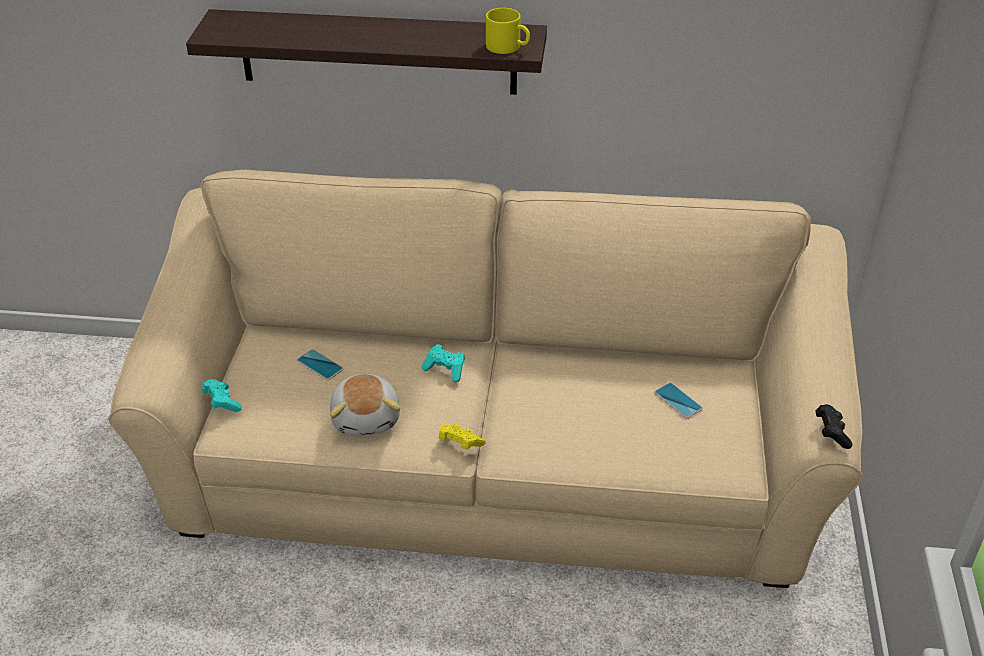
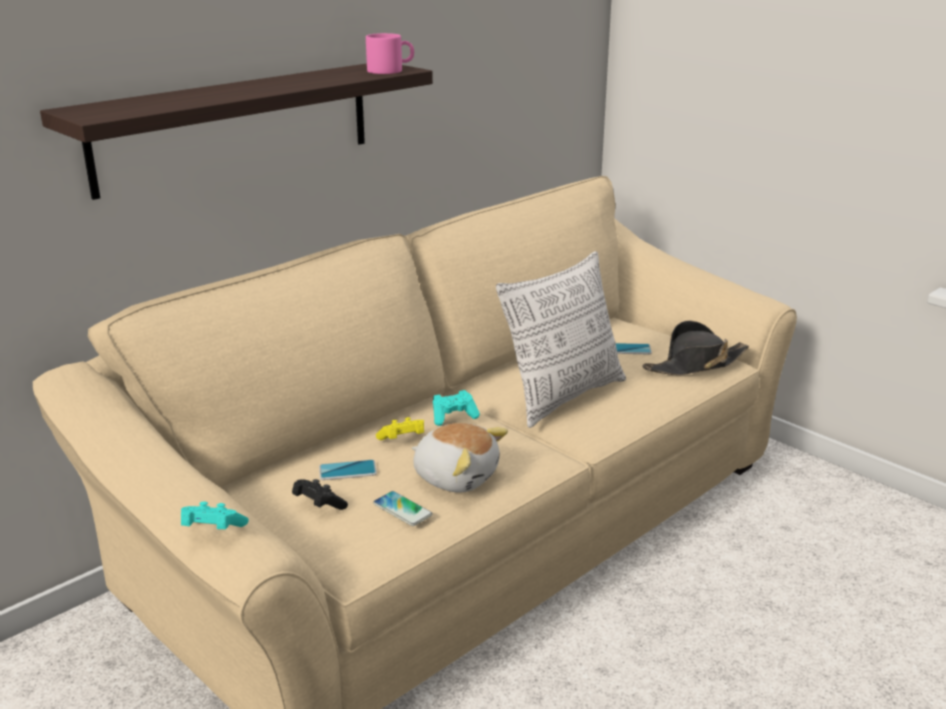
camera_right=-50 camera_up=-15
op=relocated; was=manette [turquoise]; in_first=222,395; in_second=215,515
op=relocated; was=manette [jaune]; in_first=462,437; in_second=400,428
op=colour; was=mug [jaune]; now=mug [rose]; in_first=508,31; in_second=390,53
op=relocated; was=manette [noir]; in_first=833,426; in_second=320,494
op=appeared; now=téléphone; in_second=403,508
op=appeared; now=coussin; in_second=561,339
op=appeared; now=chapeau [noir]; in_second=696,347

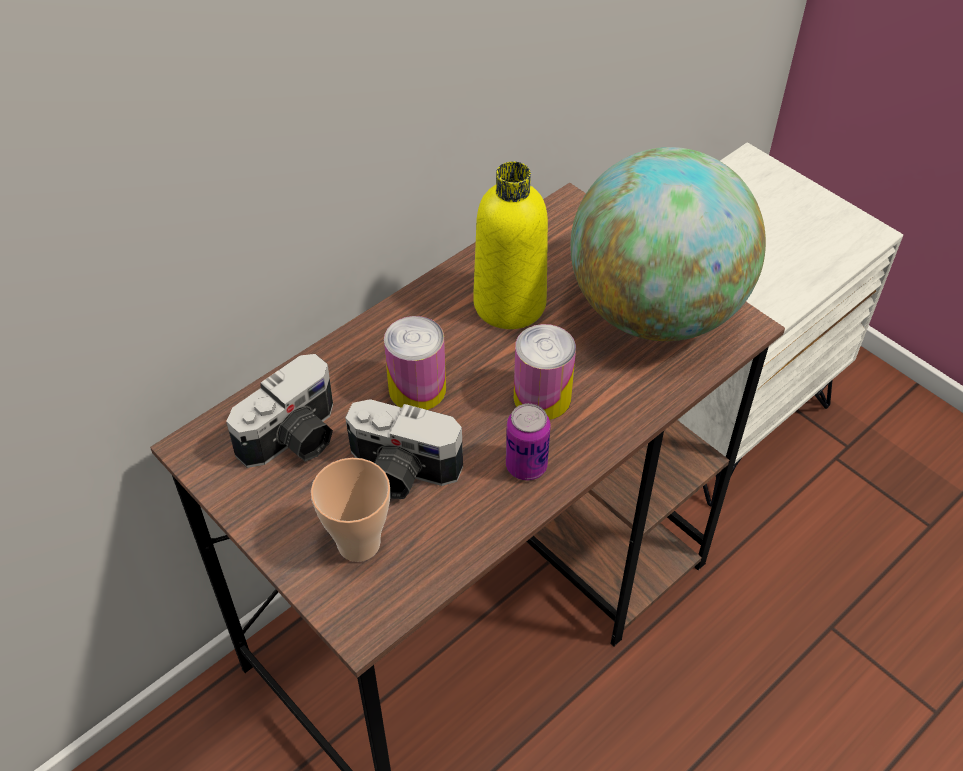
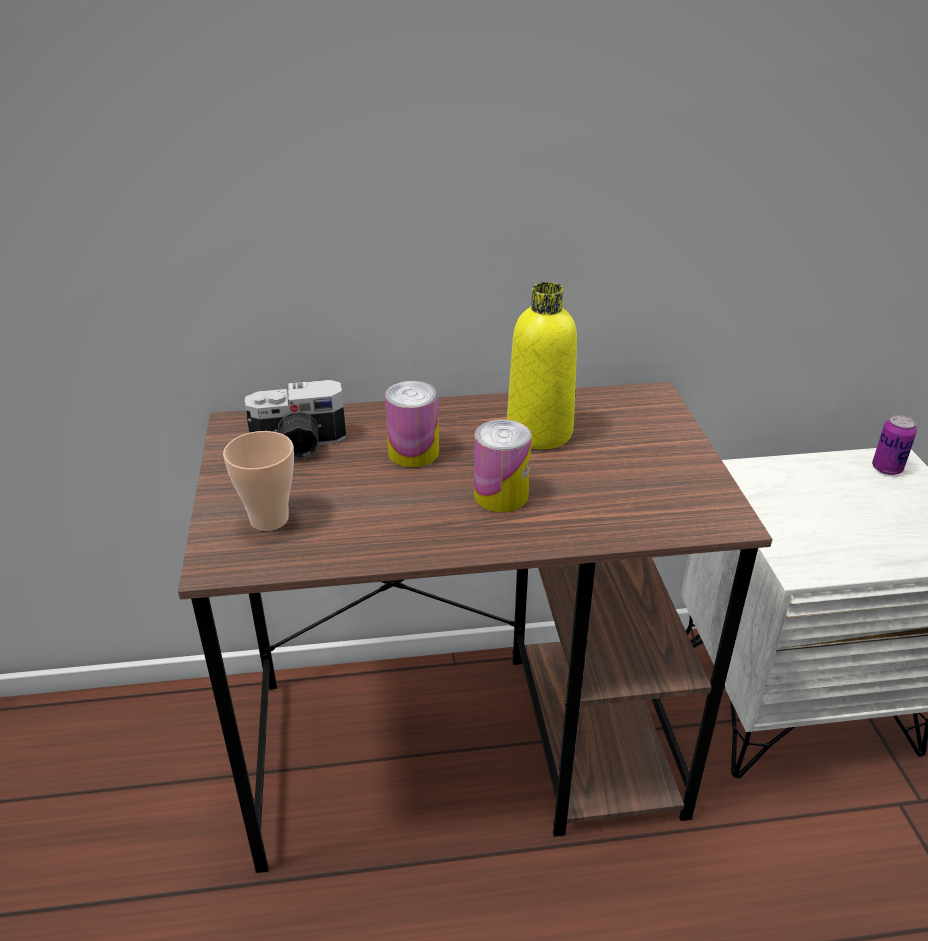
camera_right=35 camera_up=-15
op=missing; was=appareil photo; in_first=404,449
op=relocated; was=boîte métallique; in_first=528,442; in_second=894,444
op=missing; was=globe; in_first=668,244

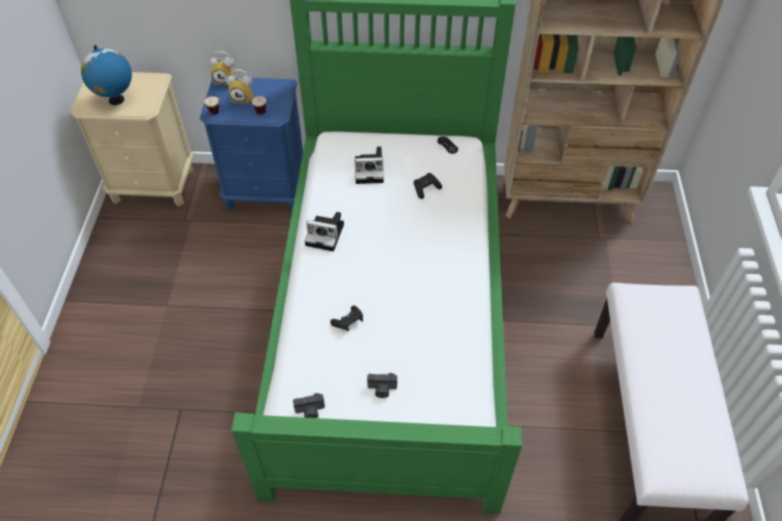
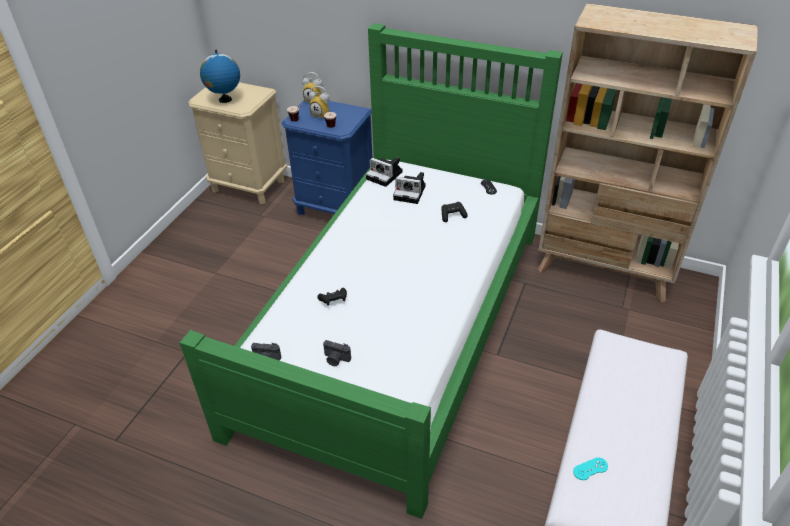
camera_right=20 camera_up=-10
op=relocated; was=appareil photo; in_first=324,231; in_second=384,172
op=appeared; now=manette [turquoise]; in_second=590,469

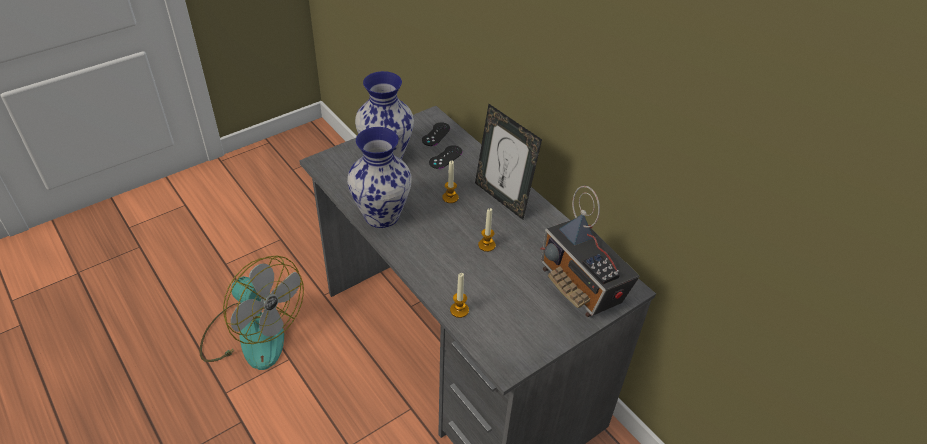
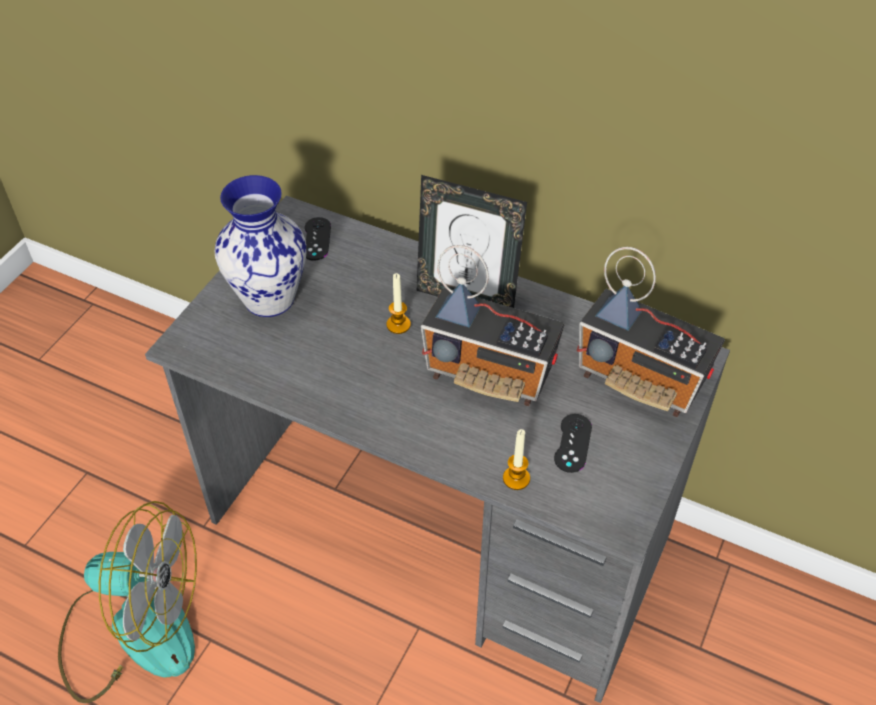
camera_right=-25 camera_up=5
op=missing; was=vase; in_first=379,177
op=relocated; was=manette [noir]; in_first=445,157; in_second=573,443
op=exchanged; was=bougie; now=radio; in_first=487,230; in_second=493,325

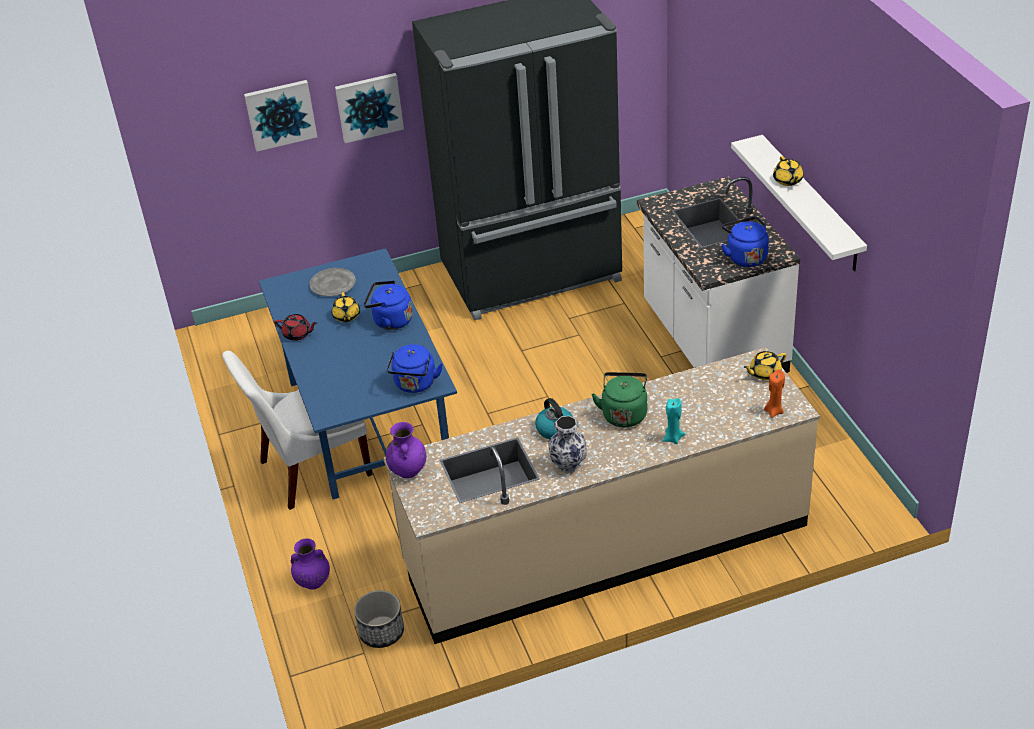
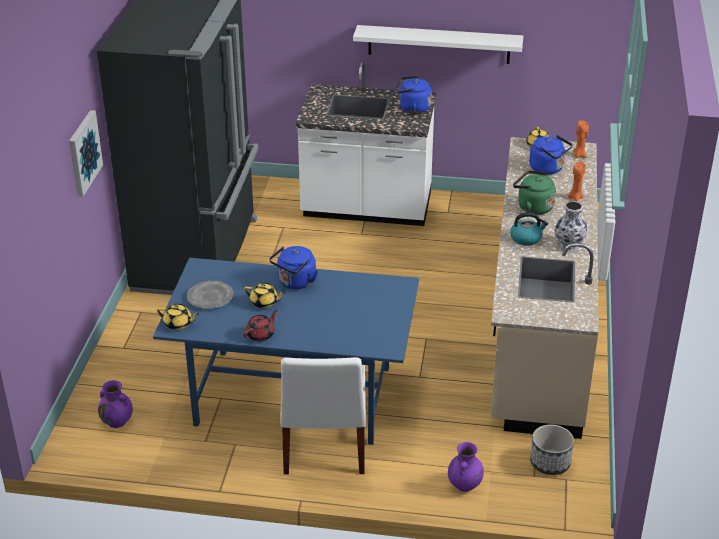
camera_right=-65 camera_up=-5
op=missing; was=tableau; in_first=280,115
op=relocated; was=vase [violet]; in_first=406,450; in_second=115,404
op=relocated; was=bouilloire [bleu]; in_first=415,368; in_second=551,155
op=colour; was=bougie [turquoise]; now=bougie [orange]; in_first=673,421; in_second=577,181
op=relocated; was=théière [jaune]; in_first=788,171; in_second=178,317

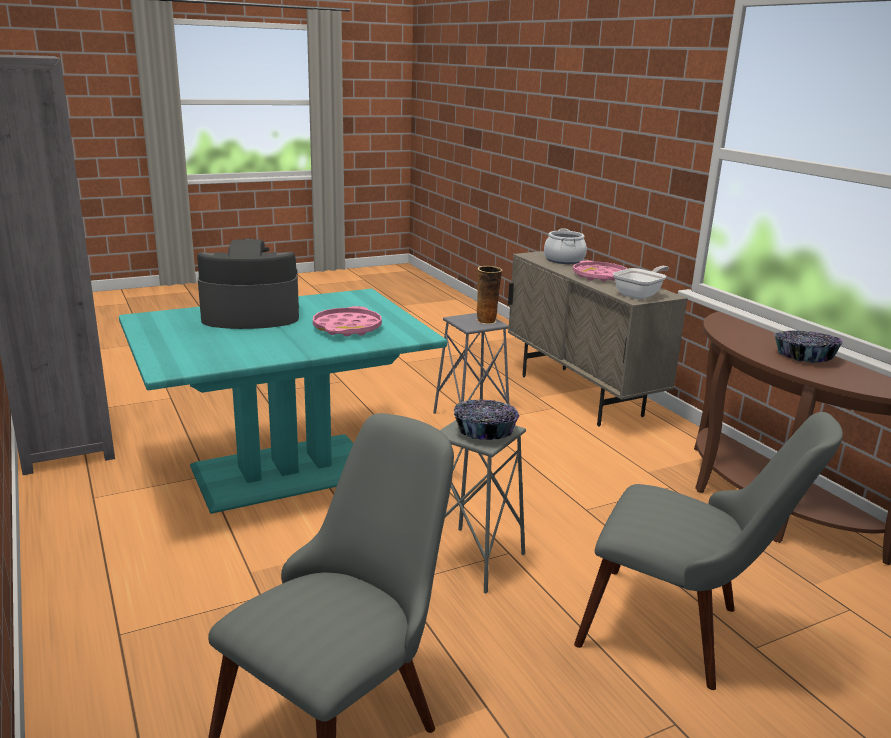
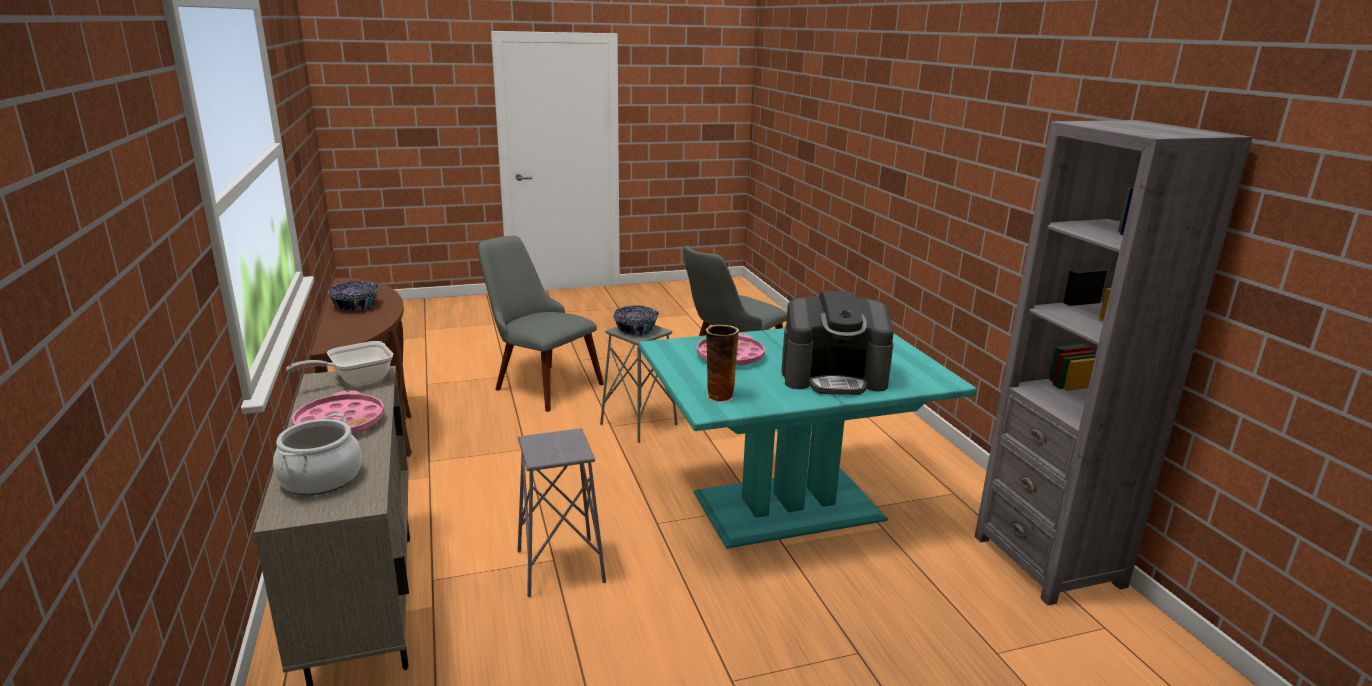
camera_right=-170 camera_up=0
op=relocated; was=vase; in_first=489,295; in_second=722,363

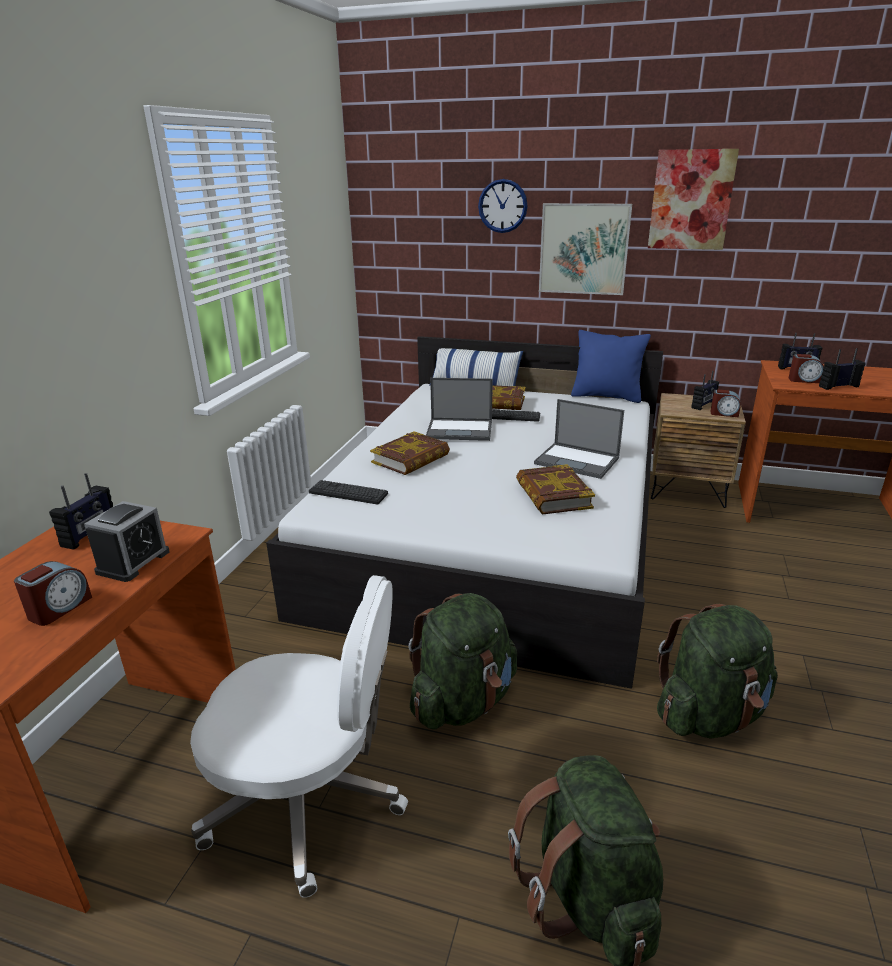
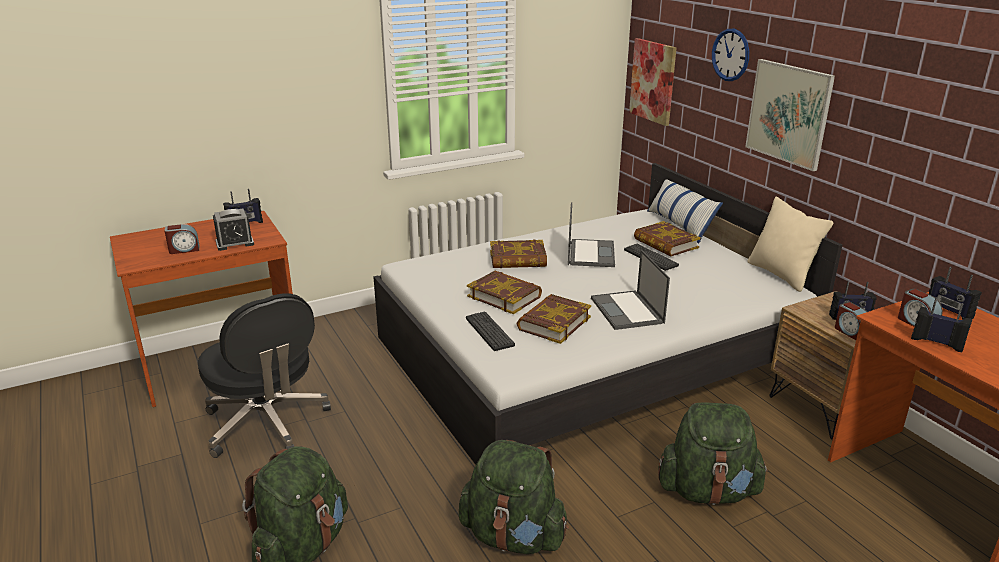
camera_right=45 camera_up=0
op=colour; was=chaise de bureau [blanc]; now=chaise de bureau [noir]; in_first=299,736; in_second=264,375
op=relocated; was=clavier; in_first=348,492; in_second=490,331
op=relocated; was=sac à dos [vert]; in_first=462,661; in_second=713,453
op=spun; was=ordinateur portable; in_first=459,409; in_second=591,234; clockwise=-135
op=colour; was=coussin [bleu]; now=coussin [beige]; in_first=611,366; in_second=790,244
op=relocated; was=tableau; in_first=693,199; in_second=652,82
op=appeared; now=livre; in_second=504,292

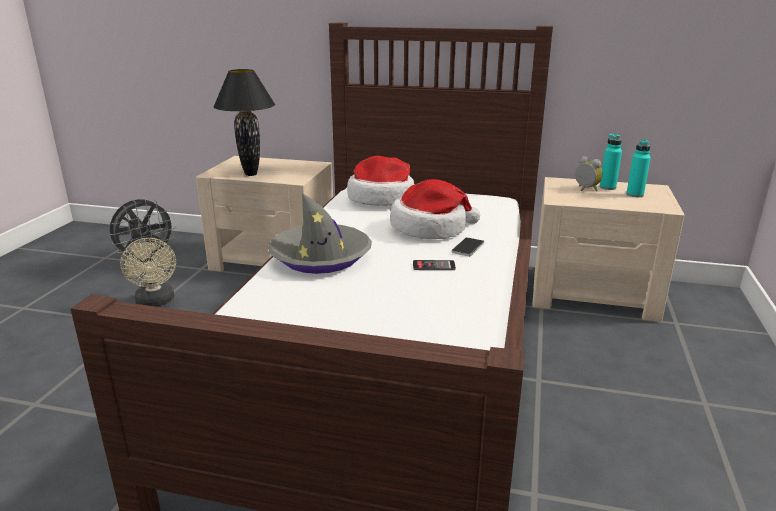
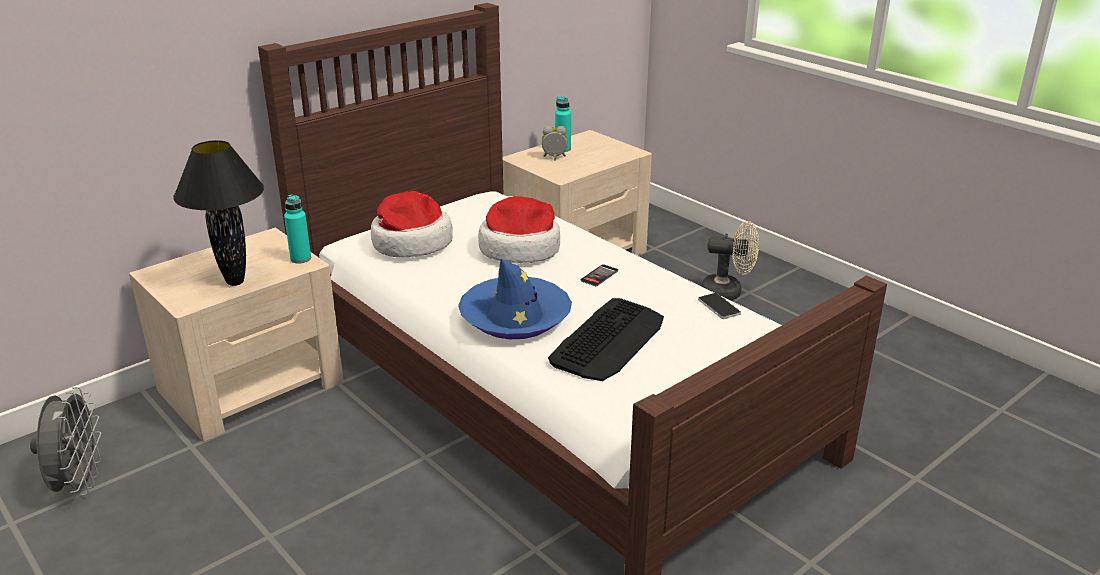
camera_right=-55 camera_up=5
op=relocated; was=ventilateur [beige]; in_first=148,272; in_second=730,260
op=colour; was=chapeau [gris]; now=chapeau [bleu]; in_first=320,233; in_second=515,299
op=relocated; was=téléphone; in_first=467,247; in_second=719,306
op=relocated; was=bouteille [turquoise]; in_first=638,168; in_second=297,229
op=appeared; now=clavier; in_second=606,339

